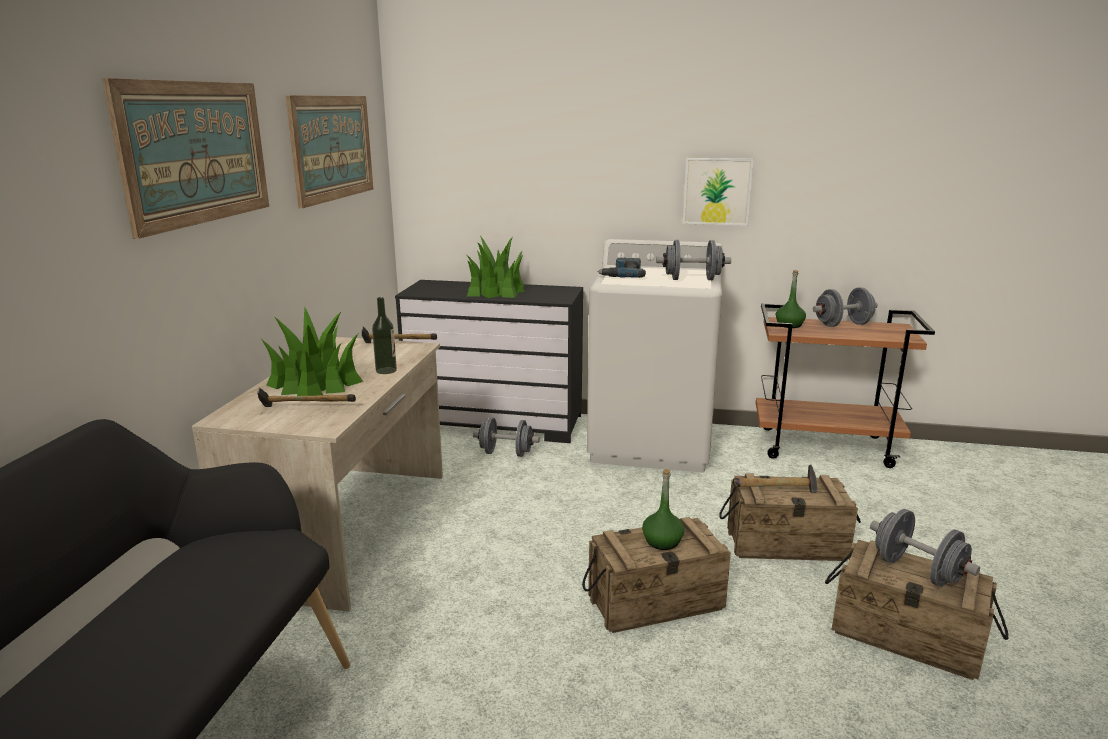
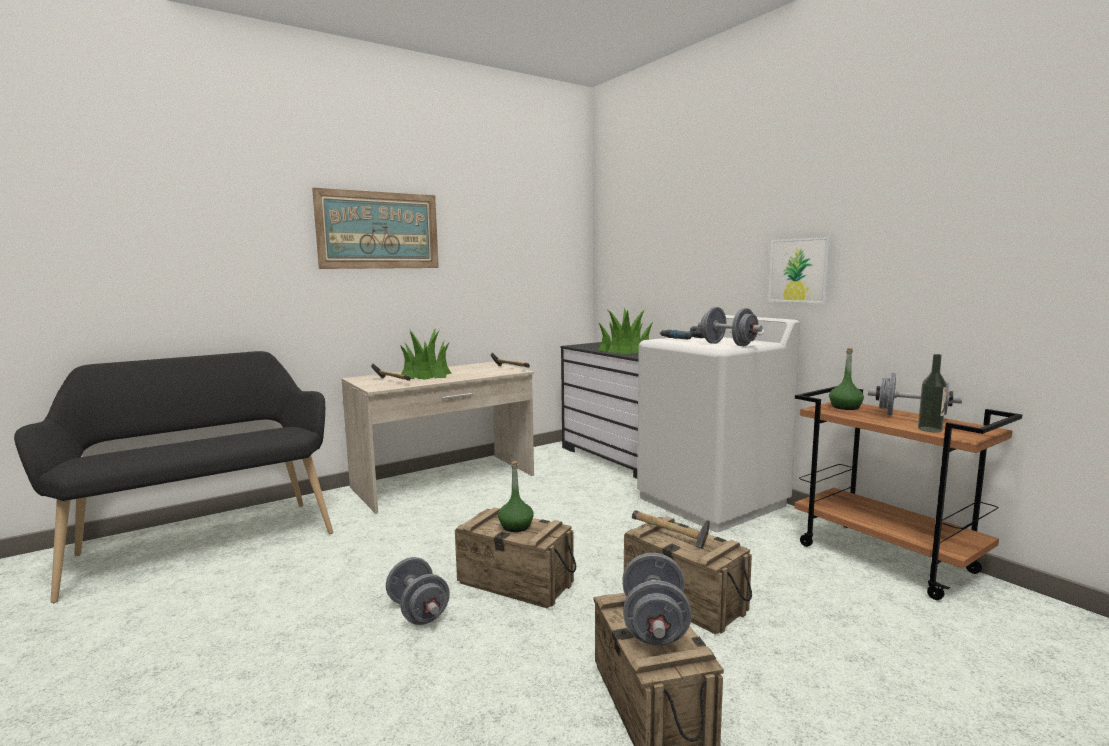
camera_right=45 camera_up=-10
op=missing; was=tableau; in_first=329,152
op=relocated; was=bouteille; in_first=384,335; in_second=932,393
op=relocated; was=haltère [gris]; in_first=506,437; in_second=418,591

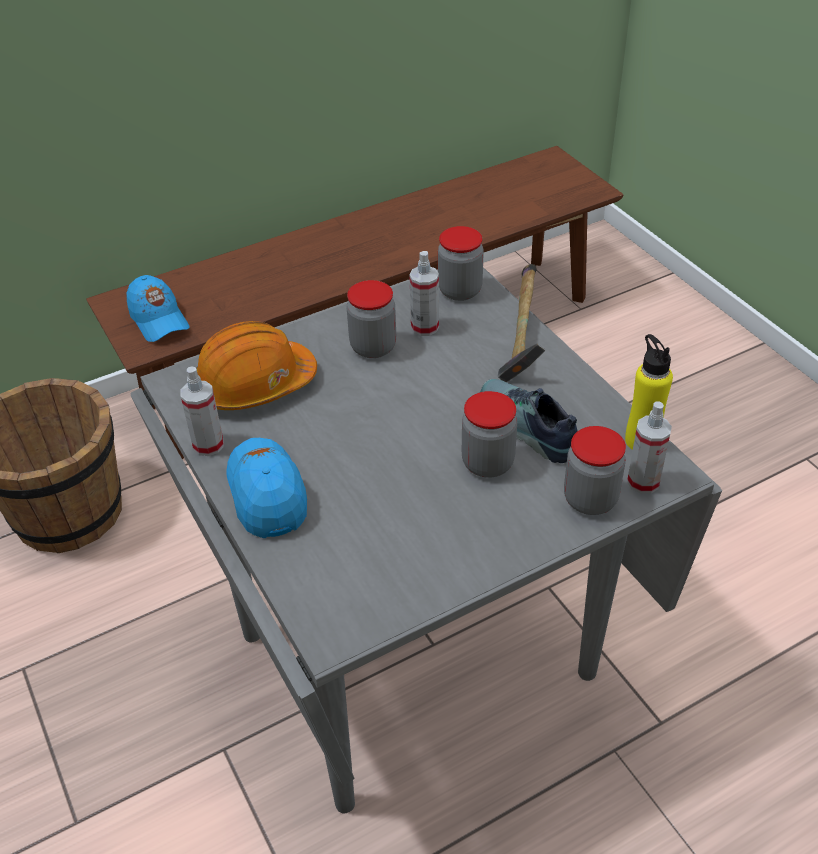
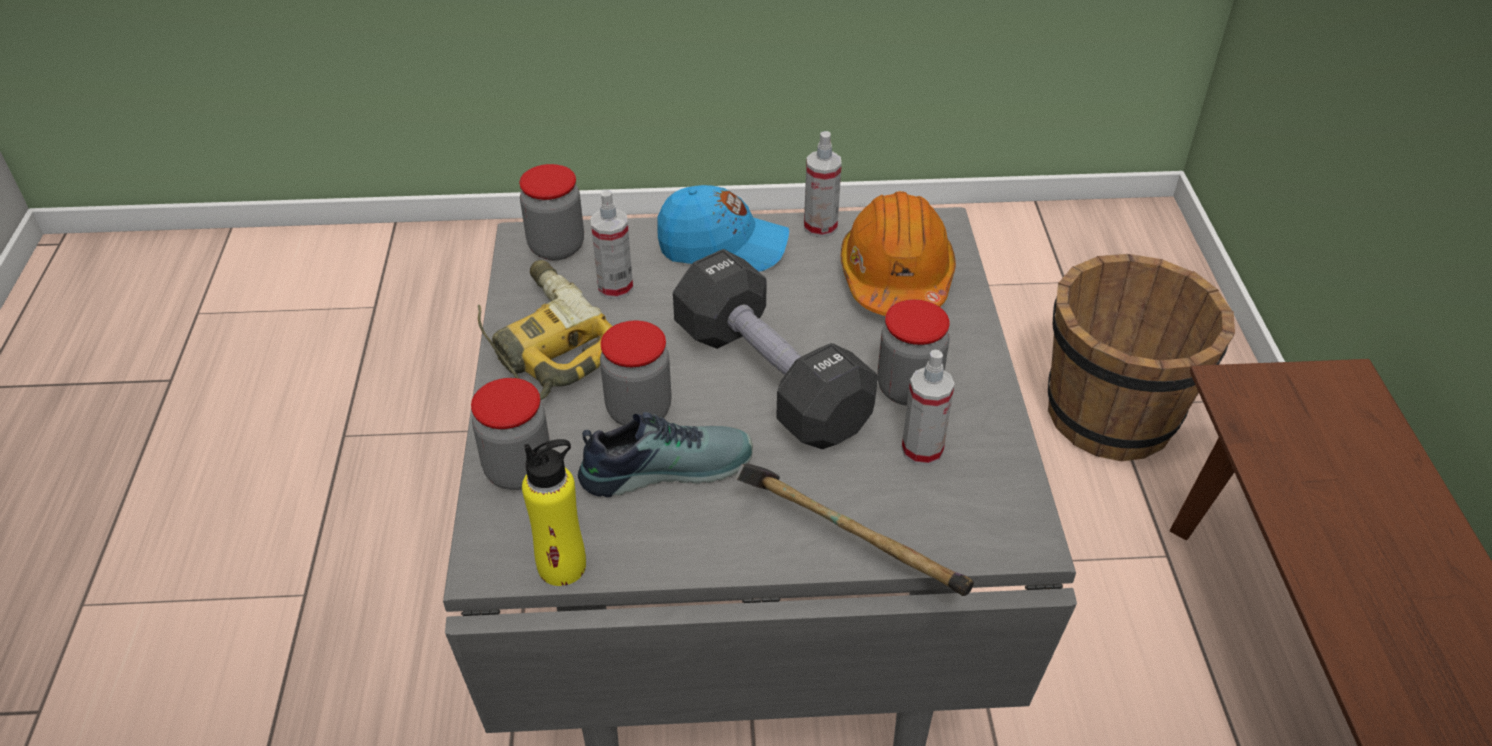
camera_right=115 camera_up=0
op=missing; was=casquette [bleu]; in_first=158,308
op=relocated; was=bocal; in_first=461,263; in_second=551,212
op=relocated; was=vaporisateur; in_first=649,447; in_second=611,244
op=appeared; now=perceuse; in_second=545,330
op=appeared; now=haltère [noir]; in_second=775,349

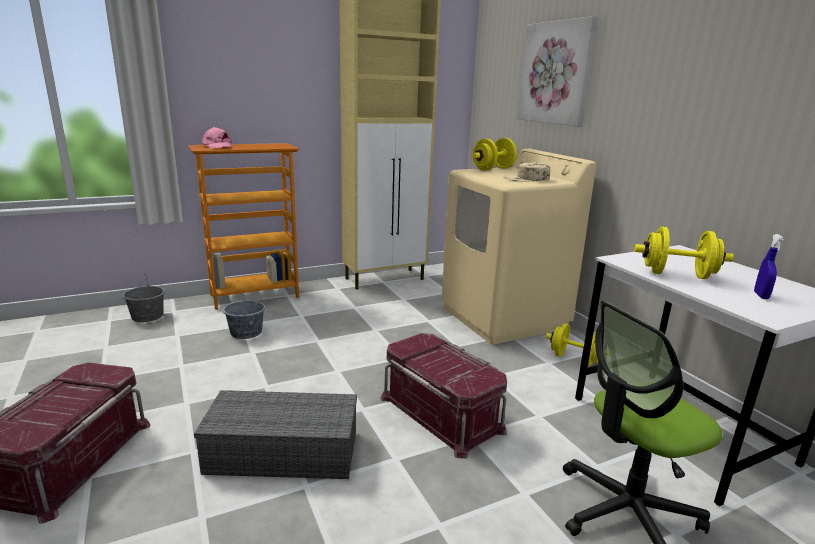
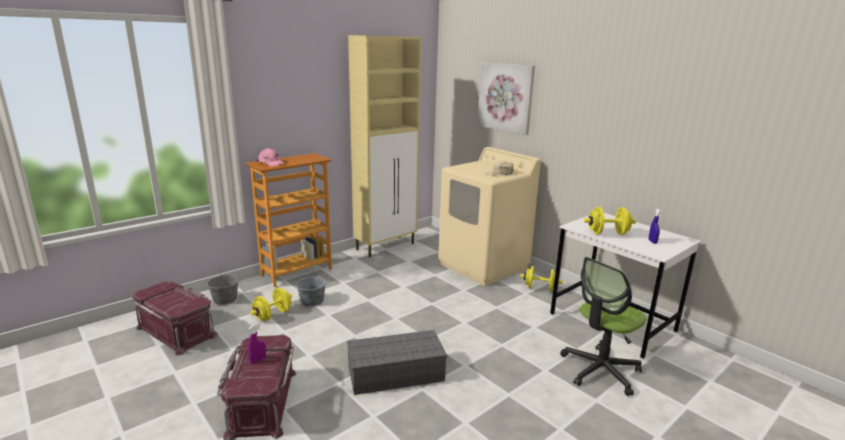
camera_right=-15 camera_up=0
op=relocated; was=boîte de rangement [rouge]; in_first=444,396; in_second=175,318
op=relocated; was=haltère [jaune]; in_first=494,154; in_second=271,304
op=appeared; now=vaporisateur [violet]; in_second=257,343

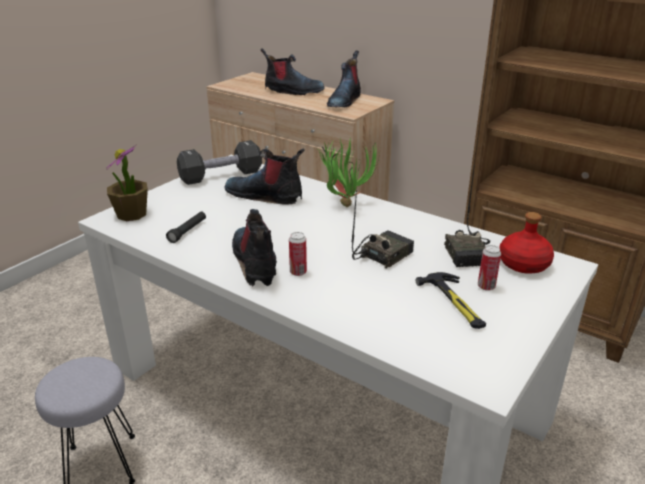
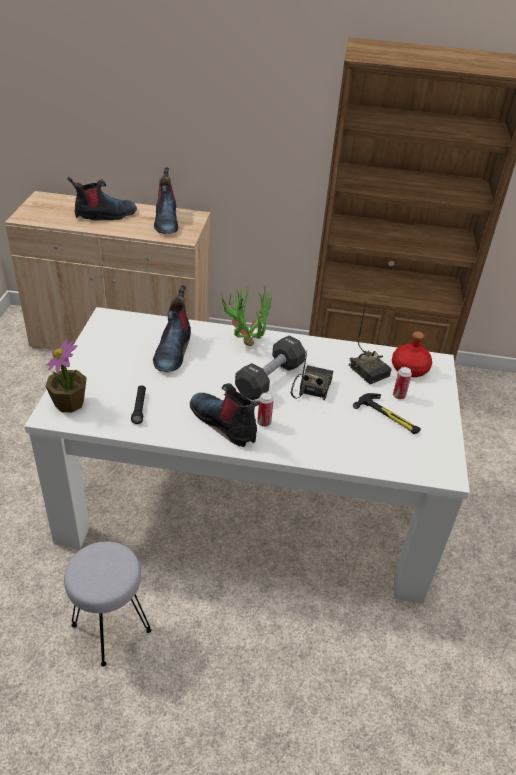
camera_right=-30 camera_up=10
op=relocated; was=haltère [noir]; in_first=219,162; in_second=270,368
op=spun; was=botte; in_first=264,177; in_second=172,328; clockwise=-75

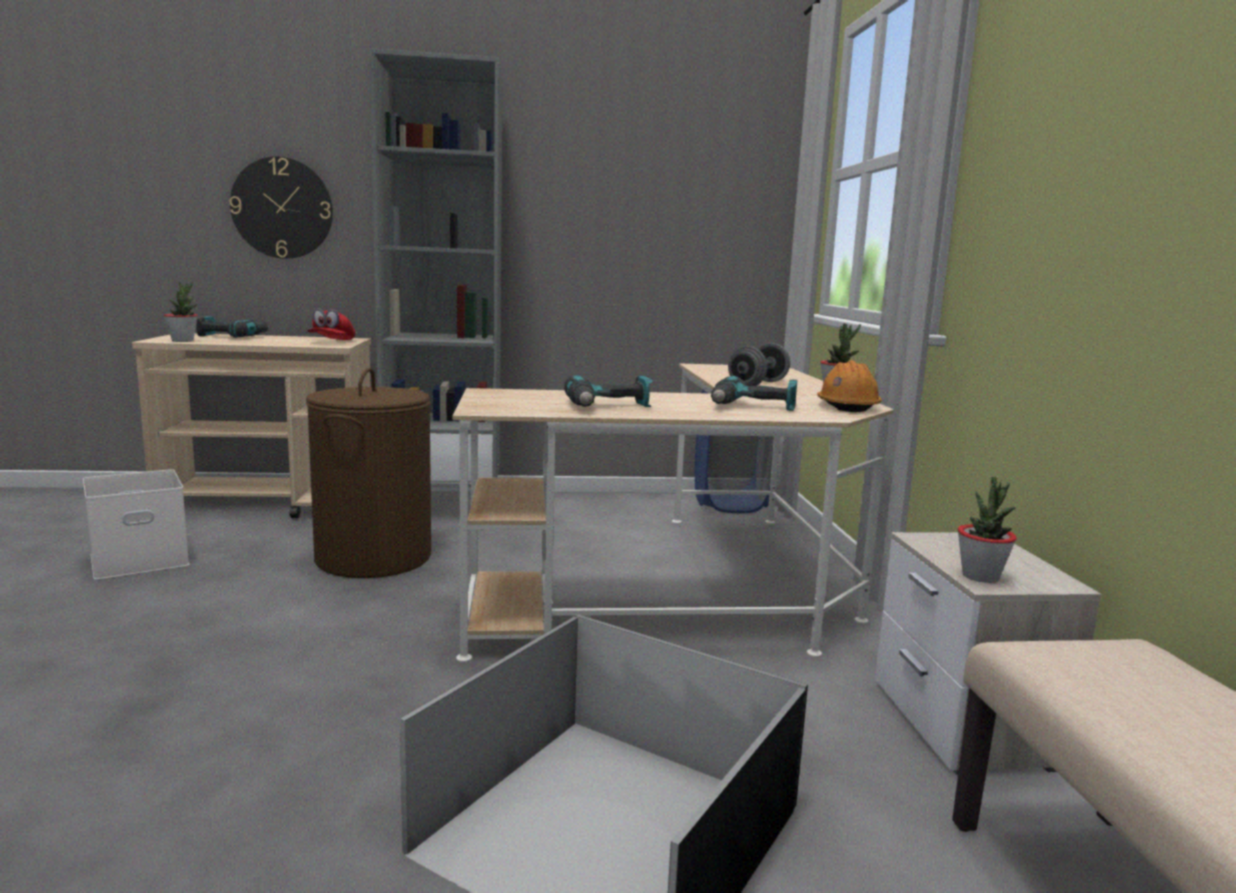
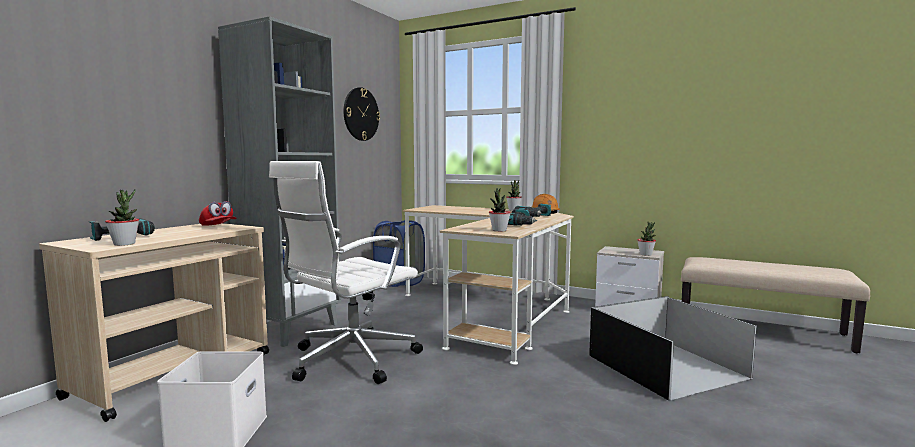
camera_right=-55 camera_up=-5
op=relocated; was=horloge murale; in_first=281,207; in_second=362,114
op=exchanged; was=panier à linge [marron]; now=chaise de bureau [blanc]; in_first=368,473; in_second=346,272
op=missing; was=haltère [gris]; in_first=759,364
op=appeared; now=plante en pot; in_second=500,210

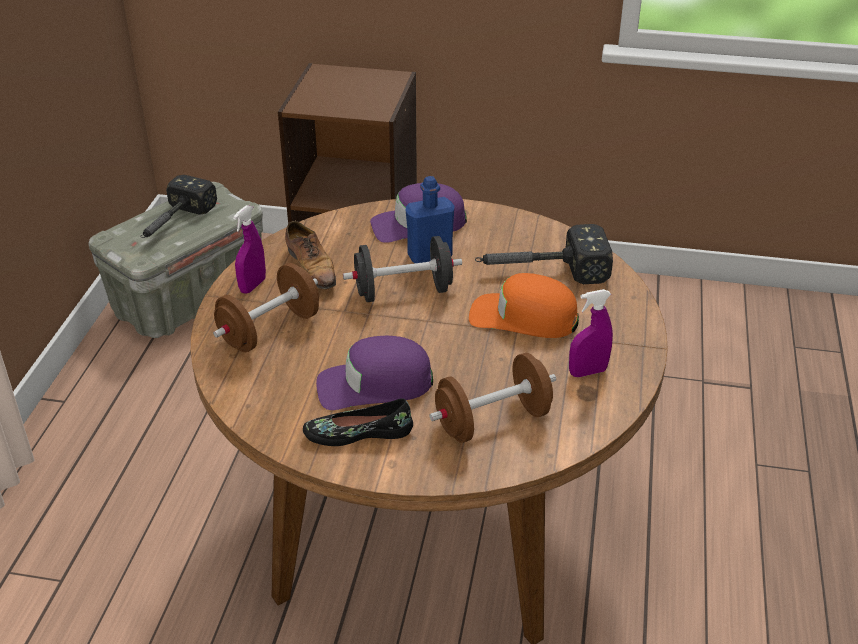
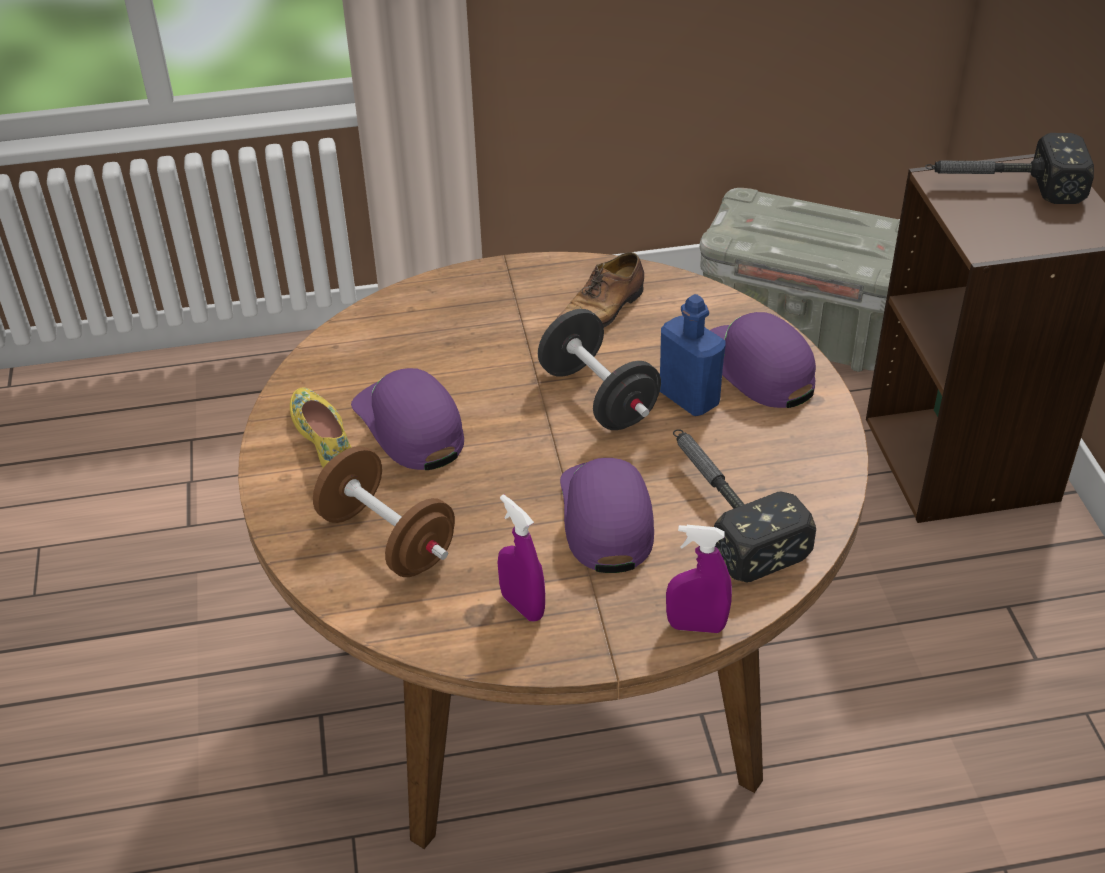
camera_right=70 camera_up=5
op=relocated; was=marteau; in_first=178,206; in_second=1009,168
op=missing; was=haltère [marron]; in_first=266,307
op=relocated; was=vaporisateur [violet]; in_first=249,249; in_second=699,579
op=colour; was=chaussure [noir]; now=chaussure [jaune]; in_first=358,422; in_second=321,427
op=colour; was=casquette [orange]; now=casquette [violet]; in_first=524,305; in_second=607,515

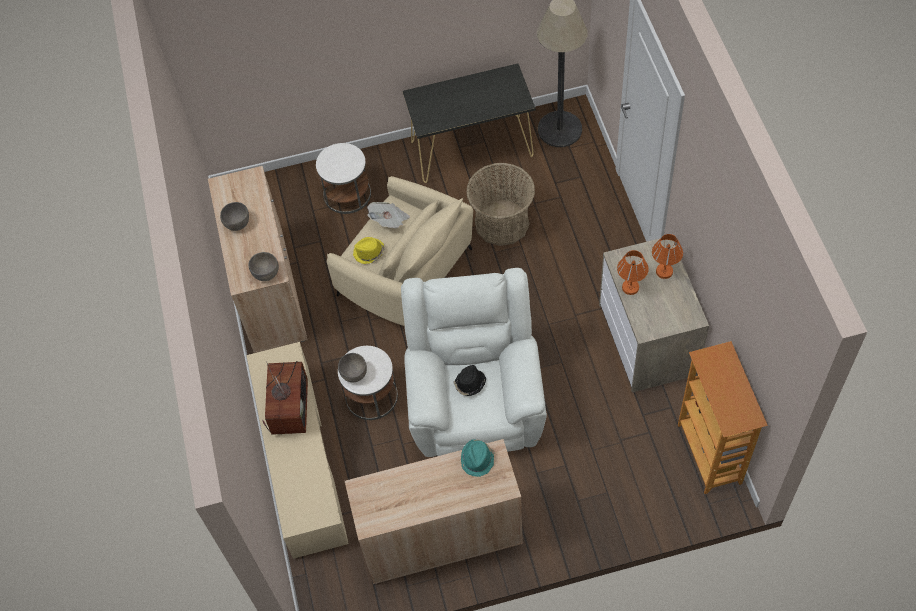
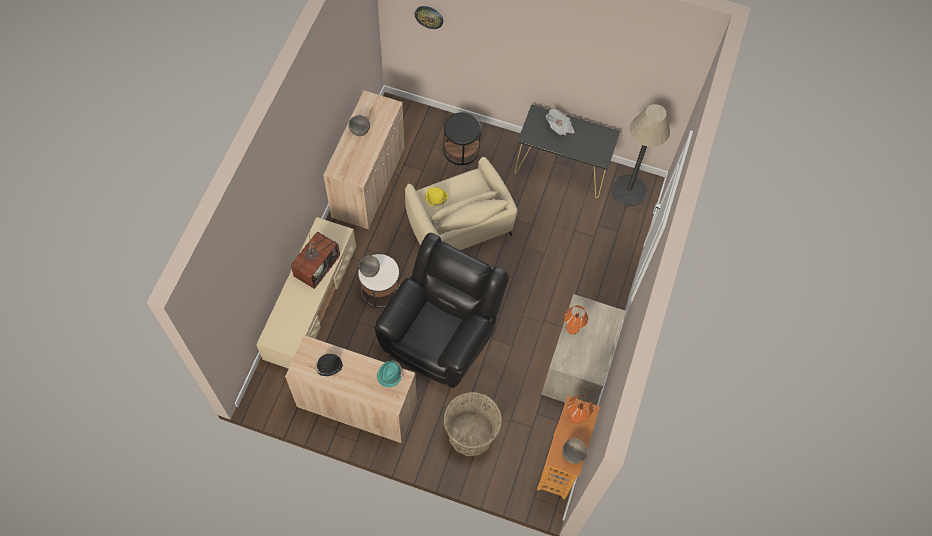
camera_right=25 camera_up=5
op=relocated; was=bol [gris]; in_first=264,266; in_second=574,451
op=colour; was=table d'appoint [blanc]; now=table d'appoint [noir]; in_first=343,178; in_second=462,138
op=relocated; was=journal; in_first=388,215; in_second=560,122
op=colour; was=fauteuil [blanc]; now=fauteuil [noir]; in_first=474,362; in_second=441,310
op=relocated; was=chapeau [noir]; in_first=470,380; in_second=329,365
op=relocated; was=panier; in_first=500,204; in_second=473,424
op=relocated; was=lampe de table [orange]; in_first=667,256; in_second=580,409
op=appeared; now=horloge murale; in_second=429,17

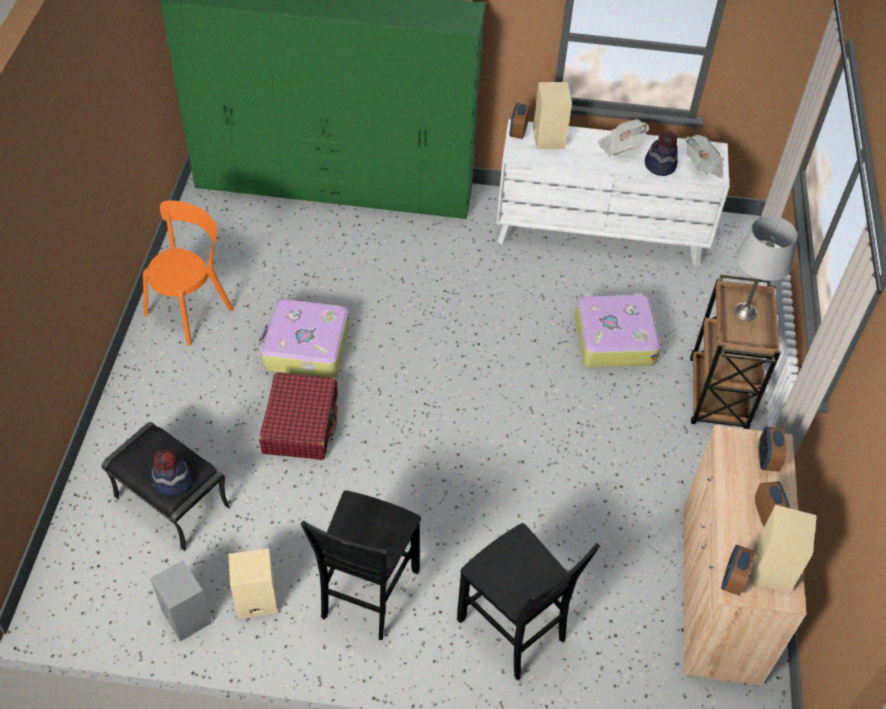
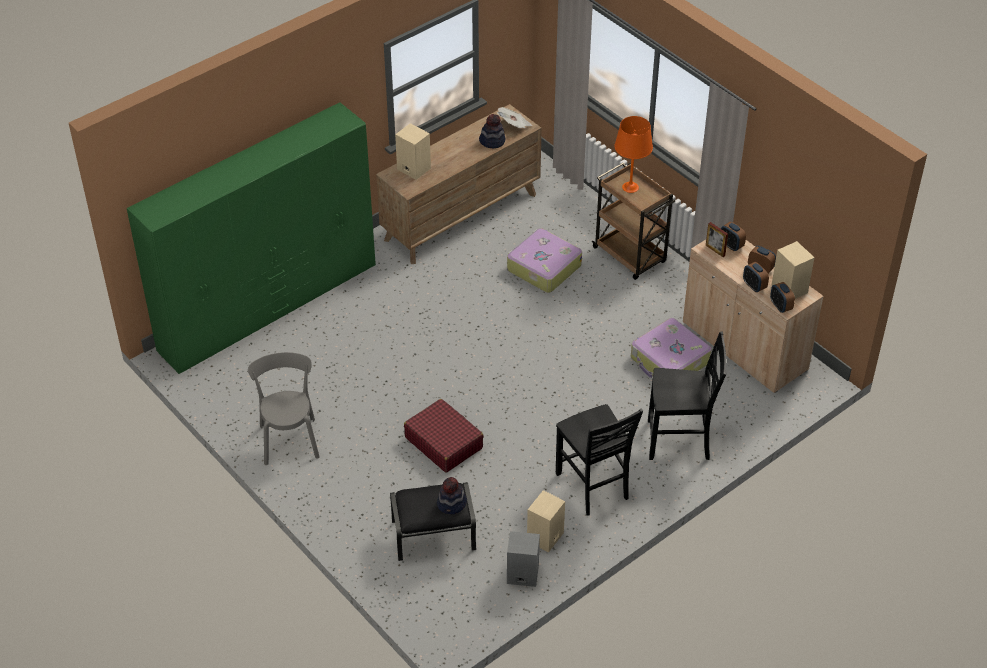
camera_right=-45 camera_up=-5
op=colour; was=chaise [orange]; now=chaise [gris]; in_first=188,272; in_second=284,408
op=relocated; was=valise; in_first=304,338; in_second=671,348
op=colour; was=commode [blanc]; now=commode [marron]; in_first=612,193; in_second=459,184
op=relocated; was=réveil; in_first=520,121; in_second=756,277
op=missing; was=journal; in_first=623,138
op=colour; was=lampe de table [gris]; now=lampe de table [orange]; in_first=766,268; in_second=633,154
op=appeared; now=cadre photo; in_second=717,239

